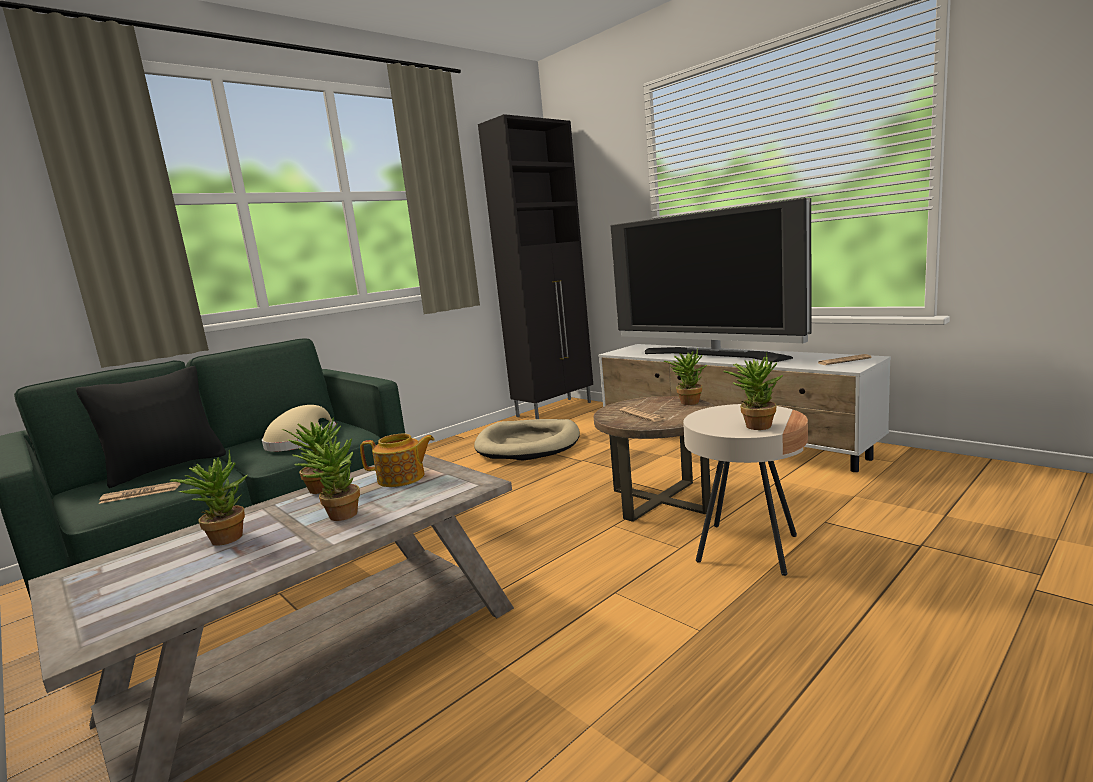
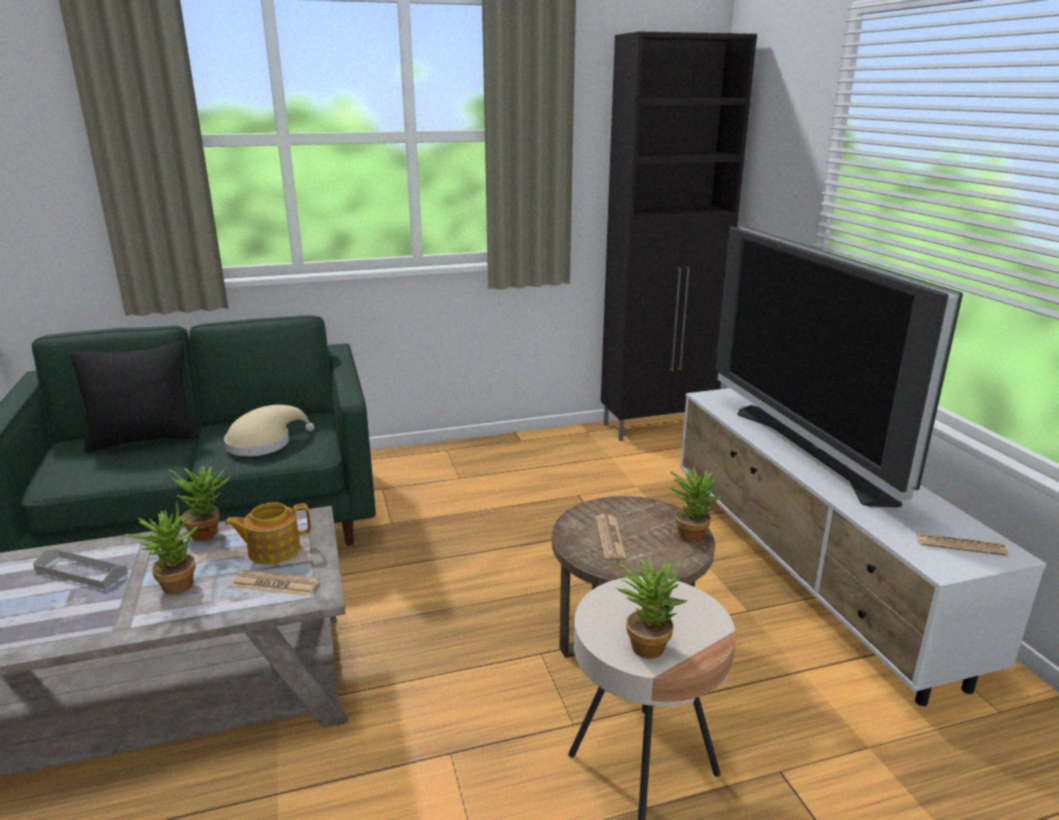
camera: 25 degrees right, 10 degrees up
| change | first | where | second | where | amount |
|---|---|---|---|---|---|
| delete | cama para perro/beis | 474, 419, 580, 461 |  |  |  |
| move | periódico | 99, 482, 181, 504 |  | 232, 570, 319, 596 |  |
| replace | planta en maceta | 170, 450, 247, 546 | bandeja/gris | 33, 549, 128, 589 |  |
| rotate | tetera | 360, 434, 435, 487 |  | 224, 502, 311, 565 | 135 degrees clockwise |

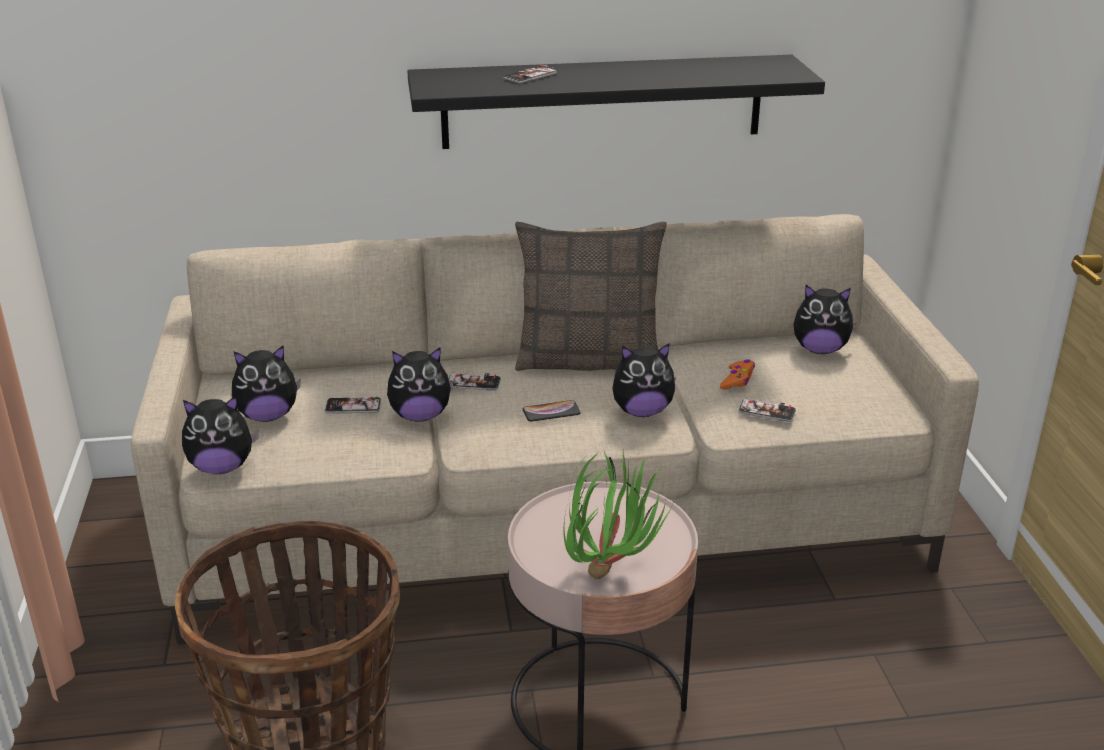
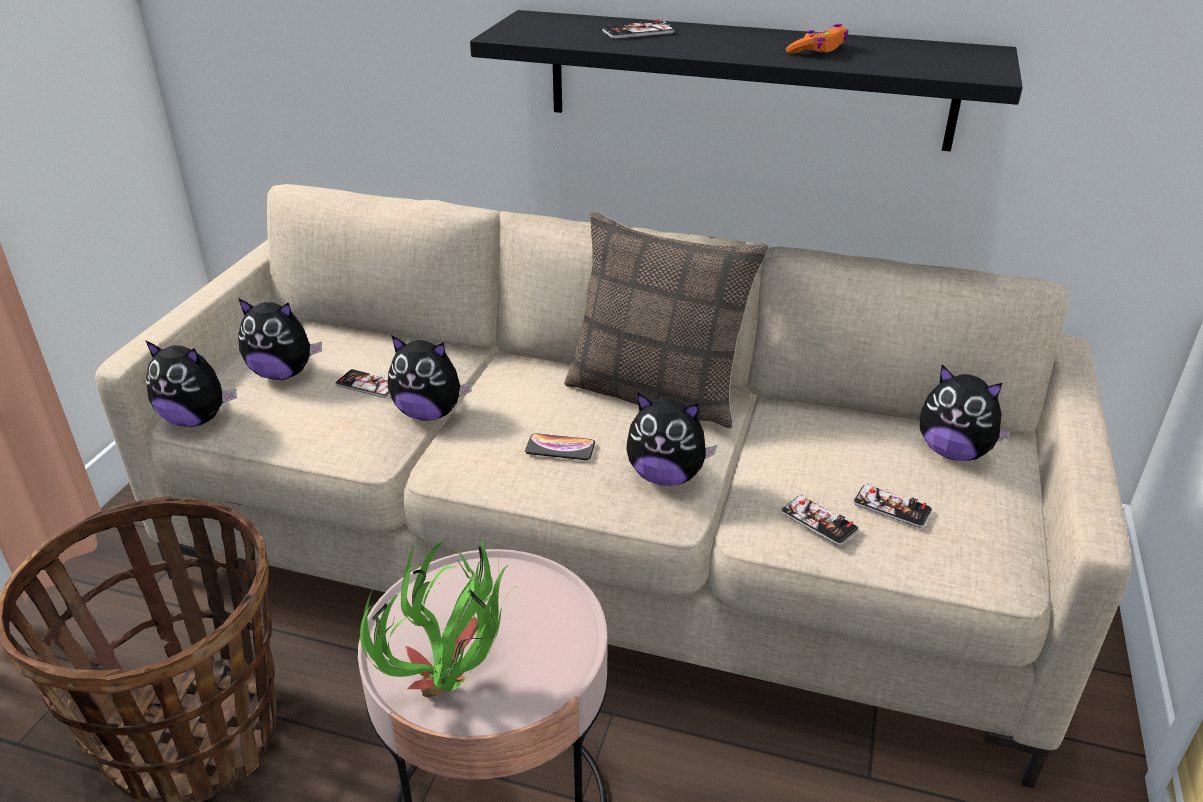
camera: 25 degrees right, 5 degrees up
| change | first | where | second | where | amount |
|---|---|---|---|---|---|
| move | móvil | 449, 372, 501, 391 |  | 853, 483, 932, 528 |  |
| move | mando de consola/naranja | 720, 359, 755, 390 |  | 786, 24, 849, 53 |  |

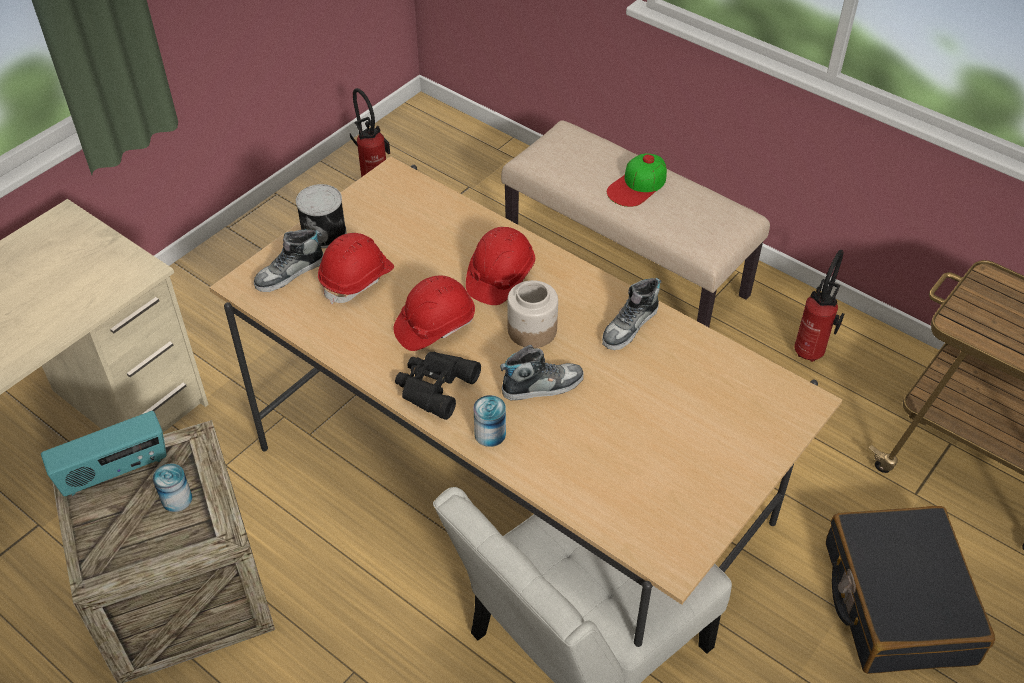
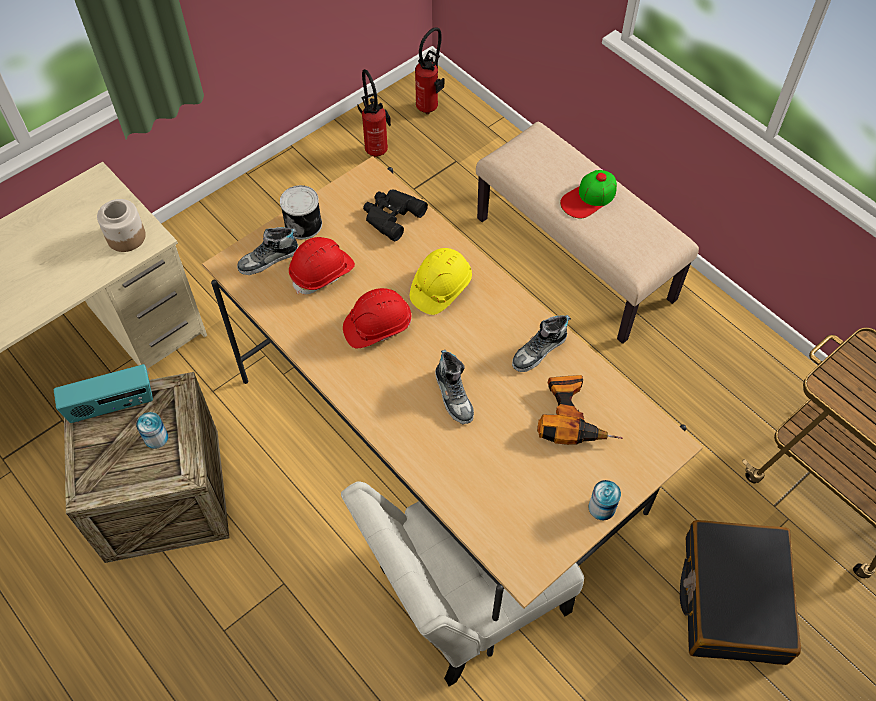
camera: 10 degrees right, 10 degrees up
| change | first | where | second | where | amount |
|---|---|---|---|---|---|
| insert |  |  | taladro | 537, 375, 623, 445 |  |
| move | prismáticos/negro | 395, 352, 481, 420 |  | 363, 190, 428, 241 |  |
| move | lata | 473, 395, 506, 447 |  | 589, 480, 621, 520 |  |
| move | tarro | 507, 280, 558, 348 |  | 97, 199, 146, 252 |  |
| move | extintor | 794, 250, 844, 362 |  | 415, 27, 444, 114 |  |
| recolor | casco/rojo | 466, 227, 535, 305 | casco/amarillo | 410, 248, 472, 315 |  |
| rotate | zapato | 500, 345, 584, 400 |  | 435, 350, 474, 424 | 75 degrees clockwise |

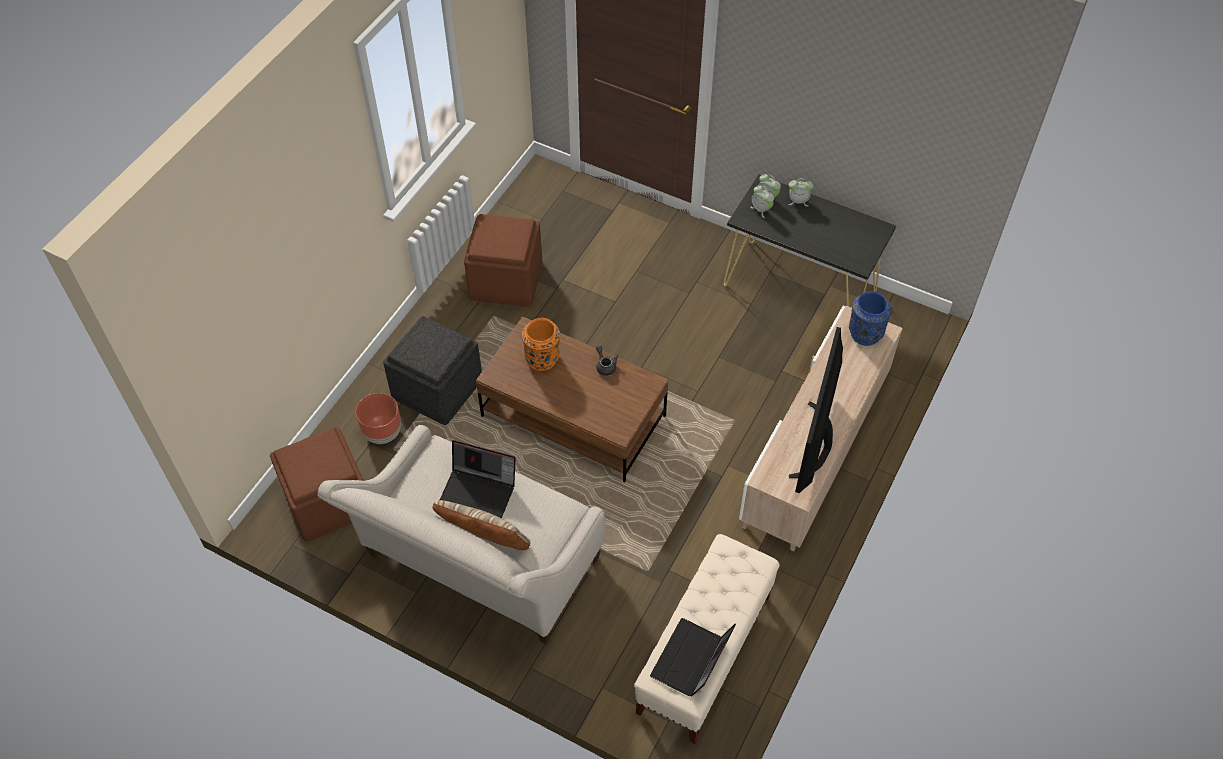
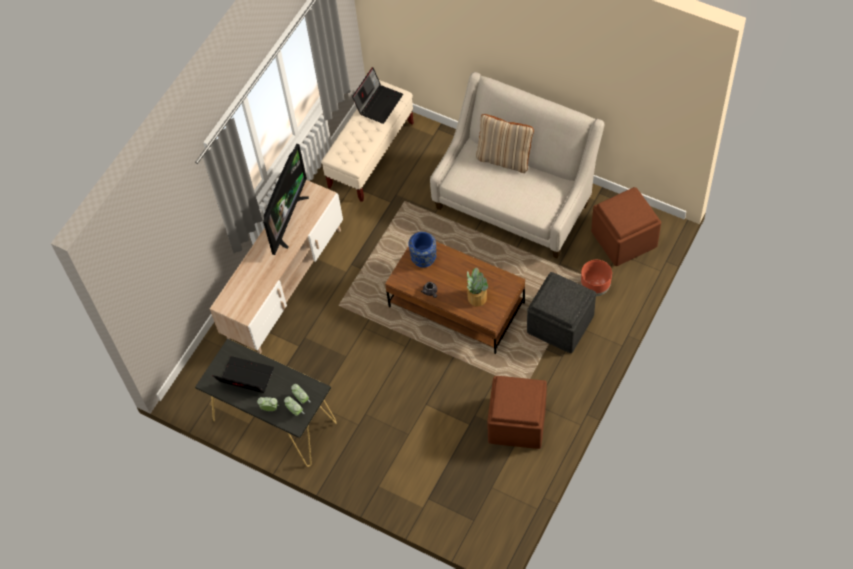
camera: 175 degrees left, 5 degrees up
| change | first | where | second | where | amount |
|---|---|---|---|---|---|
| move | portátil | 440, 440, 515, 519 |  | 212, 356, 274, 393 |  |
| move | florero/azul | 849, 291, 892, 346 |  | 408, 232, 437, 268 |  |
| replace | florero/naranja | 522, 318, 560, 371 | planta en maceta | 467, 267, 488, 307 |  |

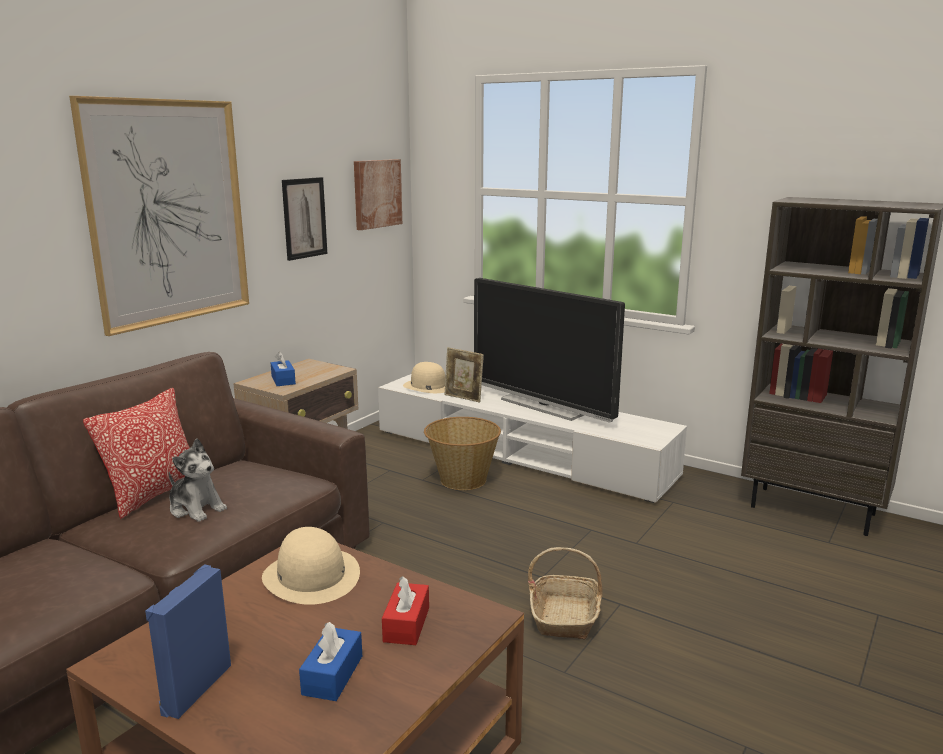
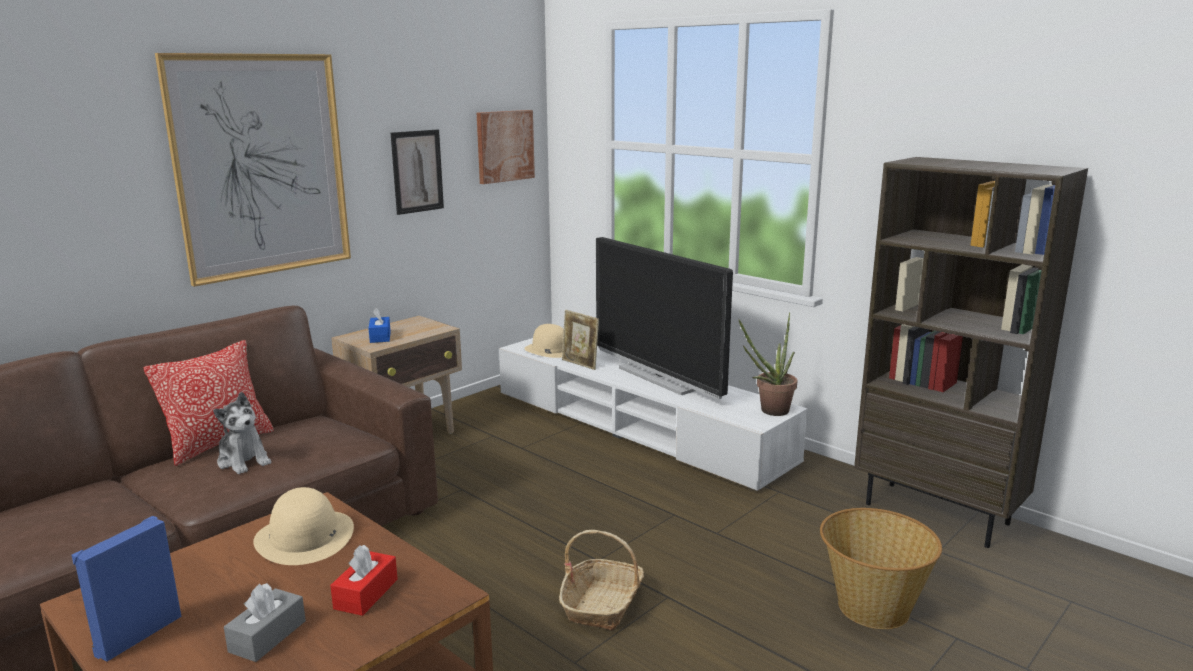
camera: 10 degrees right, 0 degrees up
| change | first | where | second | where | amount |
|---|---|---|---|---|---|
| insert |  |  | planta en maceta | 739, 312, 797, 416 |  |
| move | cesta | 424, 417, 501, 490 |  | 820, 508, 942, 629 |  |
| recolor | caja de pañuelos/azul | 299, 622, 362, 701 | caja de pañuelos/gris | 224, 583, 306, 662 |  |

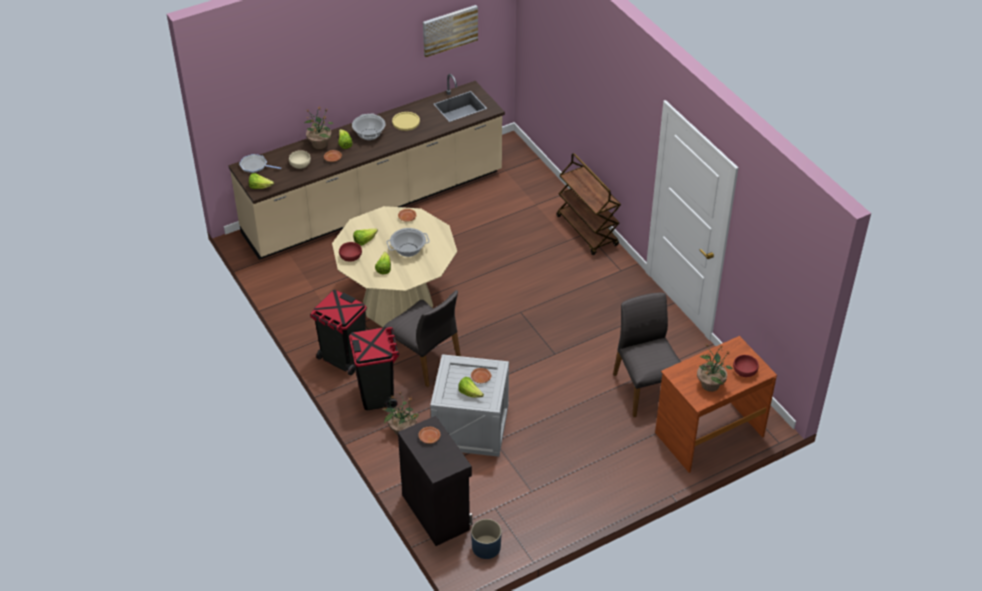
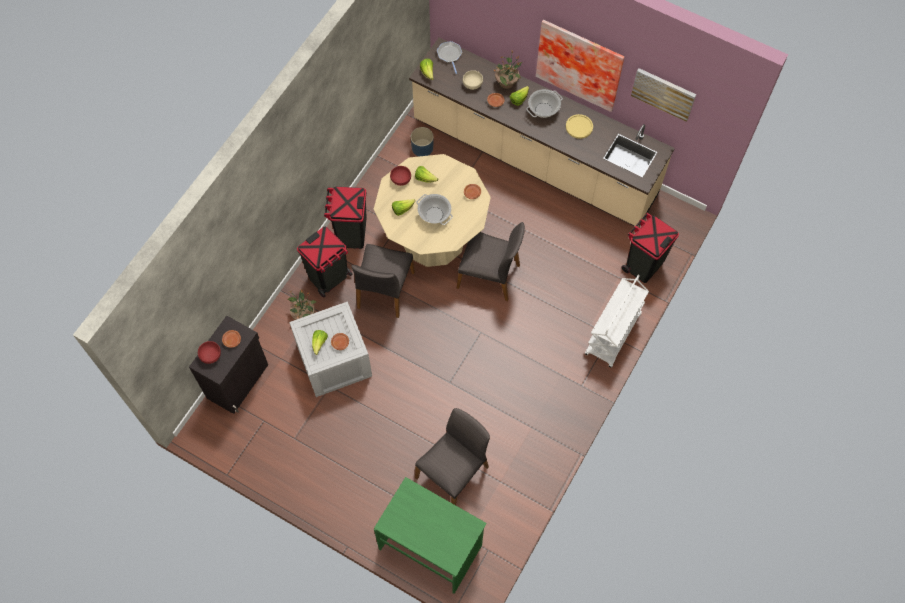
camera: 60 degrees right, 20 degrees up
| change | first | where | second | where | amount |
|---|---|---|---|---|---|
| delete | planta en maceta | 697, 344, 733, 392 |  |  |  |
| insert |  |  | silla/gris | 457, 222, 525, 301 |  |
| insert |  |  | cuadro | 536, 20, 624, 112 |  |
| insert |  |  | papelera/negro | 622, 212, 679, 283 |  |
| move | maceta/azul | 471, 519, 502, 559 |  | 411, 127, 434, 156 |  |
| move | cuenco/rojo | 733, 355, 759, 377 |  | 198, 341, 221, 364 |  |
| recolor | carrito/marrón | 556, 153, 621, 255 | carrito/blanco | 585, 275, 649, 368 |  |
| recolor | escritorio/marrón | 655, 336, 777, 473 | escritorio/verde | 374, 477, 487, 594 |  |

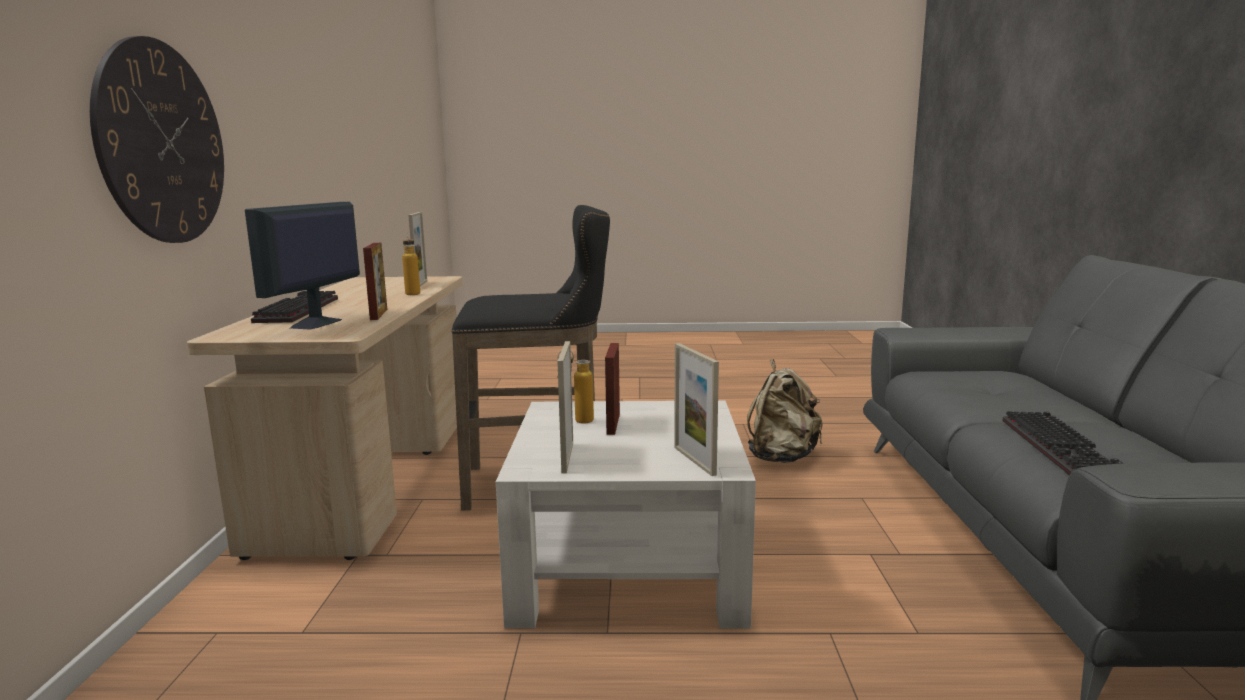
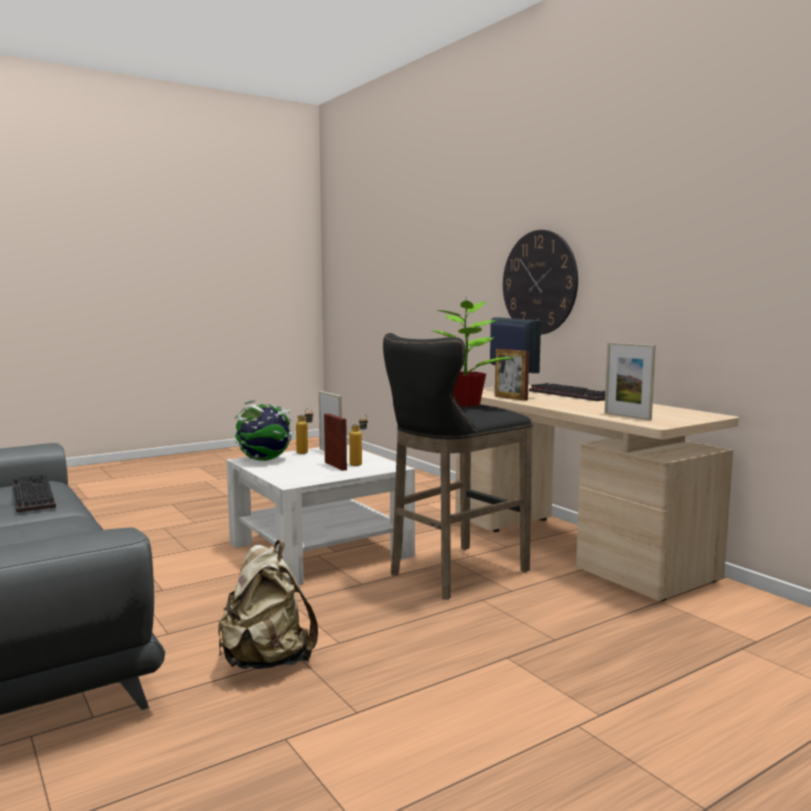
camera: 145 degrees right, 5 degrees down
| change | first | where | second | where | amount |
|---|---|---|---|---|---|
| insert |  |  | planta en maceta | 431, 295, 514, 407 |  |
| move | botella | 402, 236, 420, 295 |  | 296, 408, 313, 454 |  |
| replace | portarretratos | 674, 343, 719, 476 | globo terráqueo | 234, 400, 295, 461 |  |

